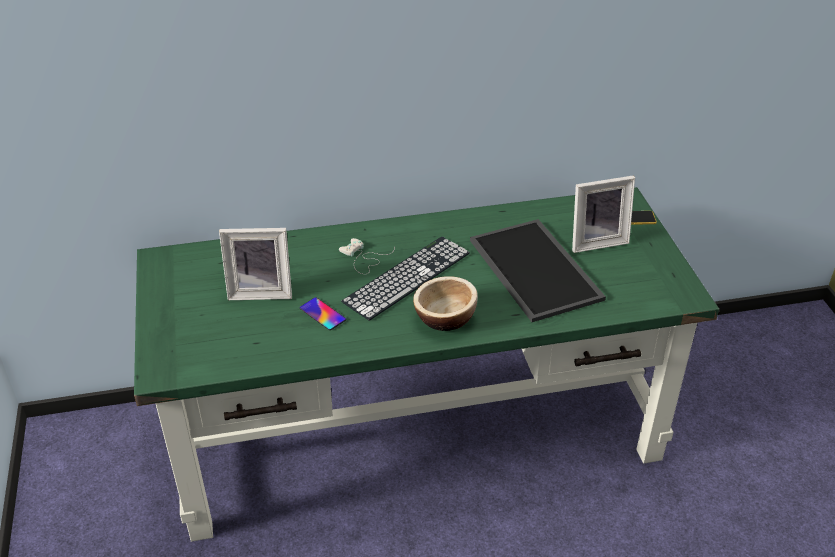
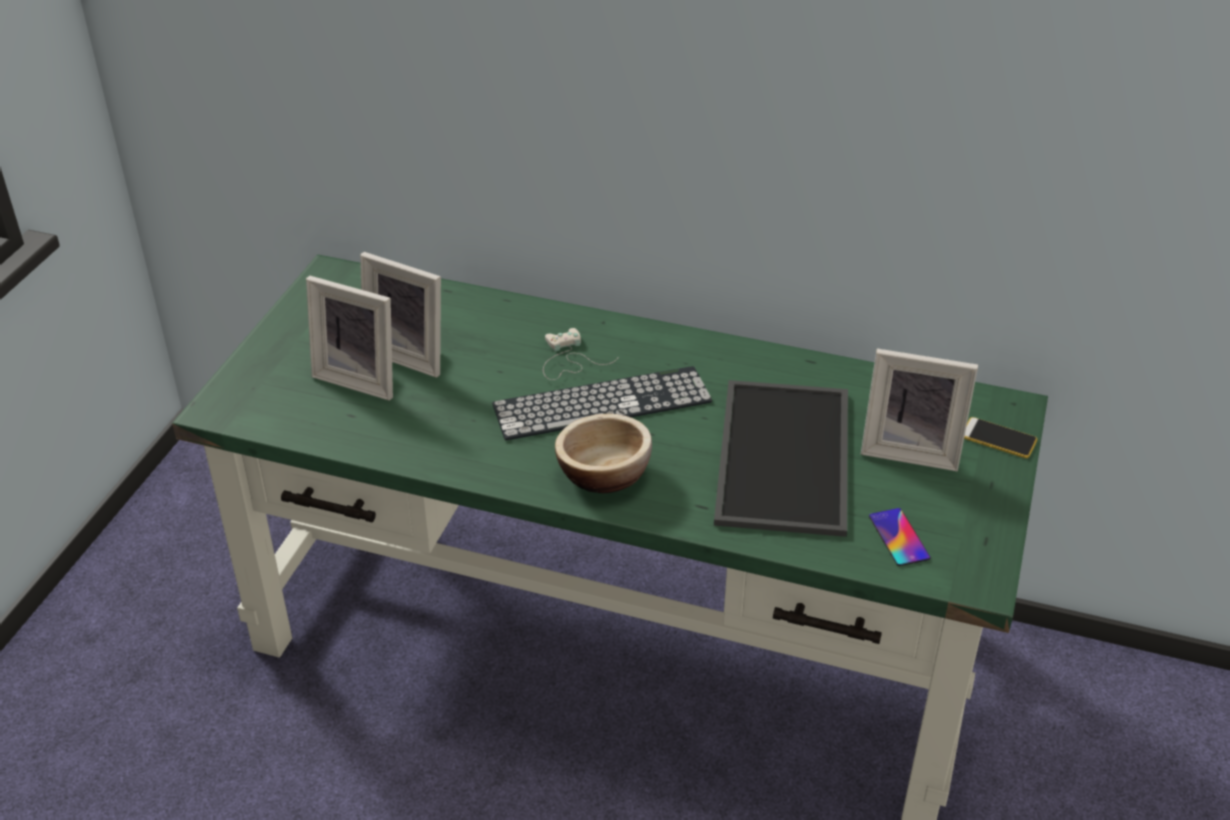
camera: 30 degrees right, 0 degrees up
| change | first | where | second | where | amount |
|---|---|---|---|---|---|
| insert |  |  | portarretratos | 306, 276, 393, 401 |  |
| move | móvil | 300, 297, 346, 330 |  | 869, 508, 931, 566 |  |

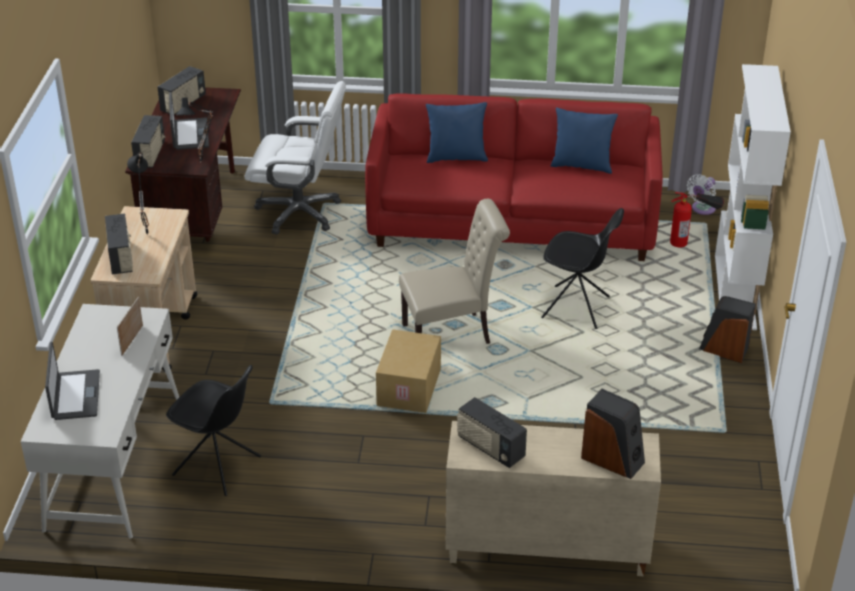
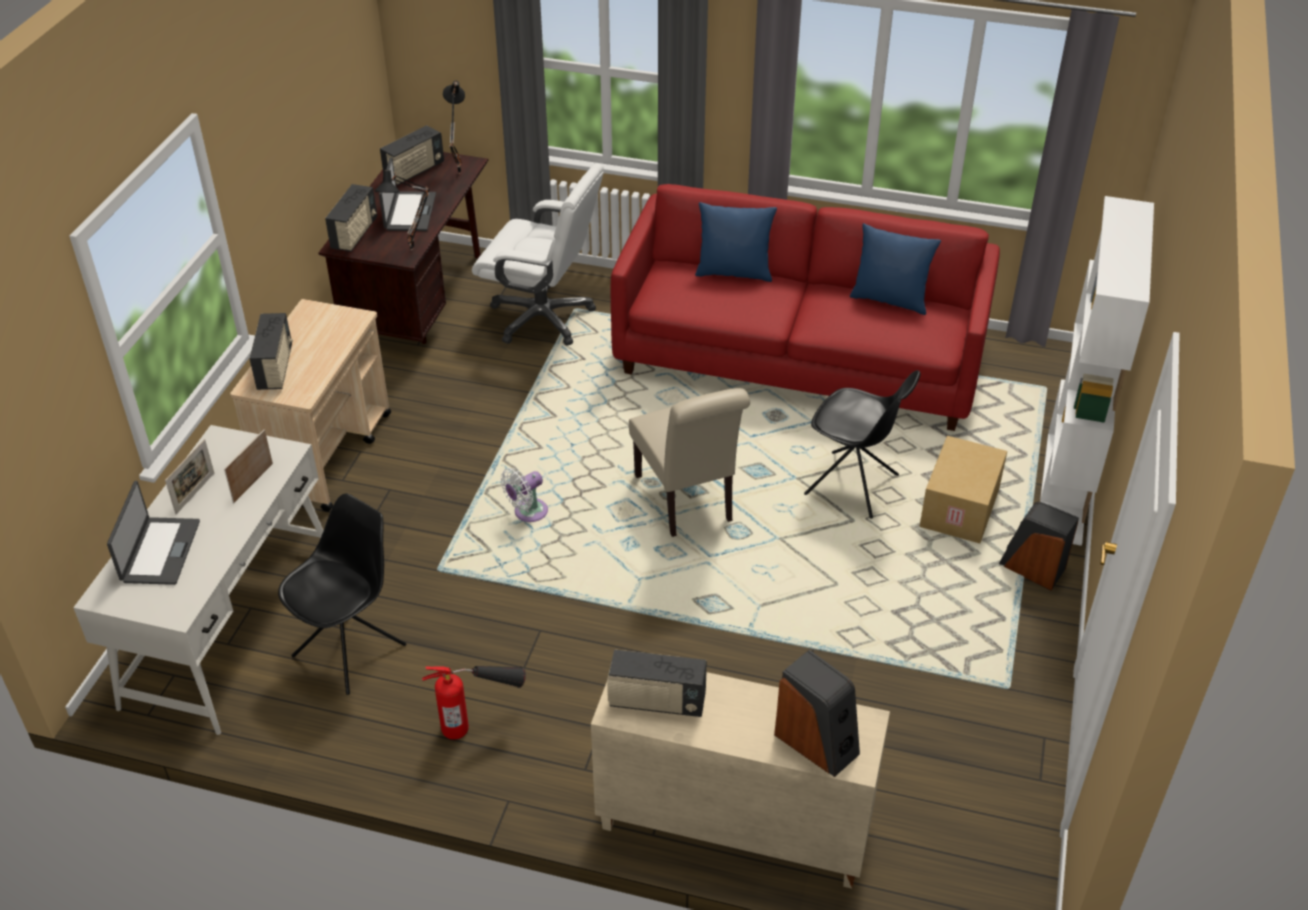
camera: 10 degrees right, 5 degrees up
| change | first | where | second | where | amount |
|---|---|---|---|---|---|
| insert |  |  | portarretratos | 165, 439, 214, 514 |  |
| move | lámpara de mesa/negro | 127, 152, 149, 236 |  | 443, 81, 465, 172 |  |
| move | caja de cartón | 376, 329, 441, 413 |  | 919, 436, 1007, 543 |  |
| move | extintor | 670, 192, 724, 247 |  | 422, 666, 526, 740 |  |
| move | ventilador/blanco | 687, 174, 716, 215 |  | 501, 468, 548, 522 |  |
| rotate | silla/negro | 166, 365, 261, 496 |  | 278, 493, 406, 695 | 90 degrees counterclockwise |
| rotate | silla/beis | 399, 199, 510, 344 |  | 629, 388, 750, 537 | 75 degrees clockwise |
| rotate | radio | 457, 397, 527, 468 |  | 607, 649, 707, 717 | 45 degrees counterclockwise |

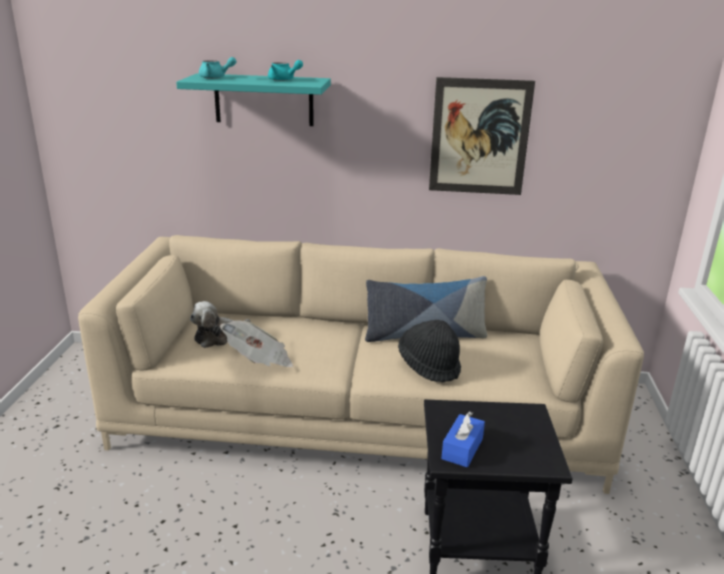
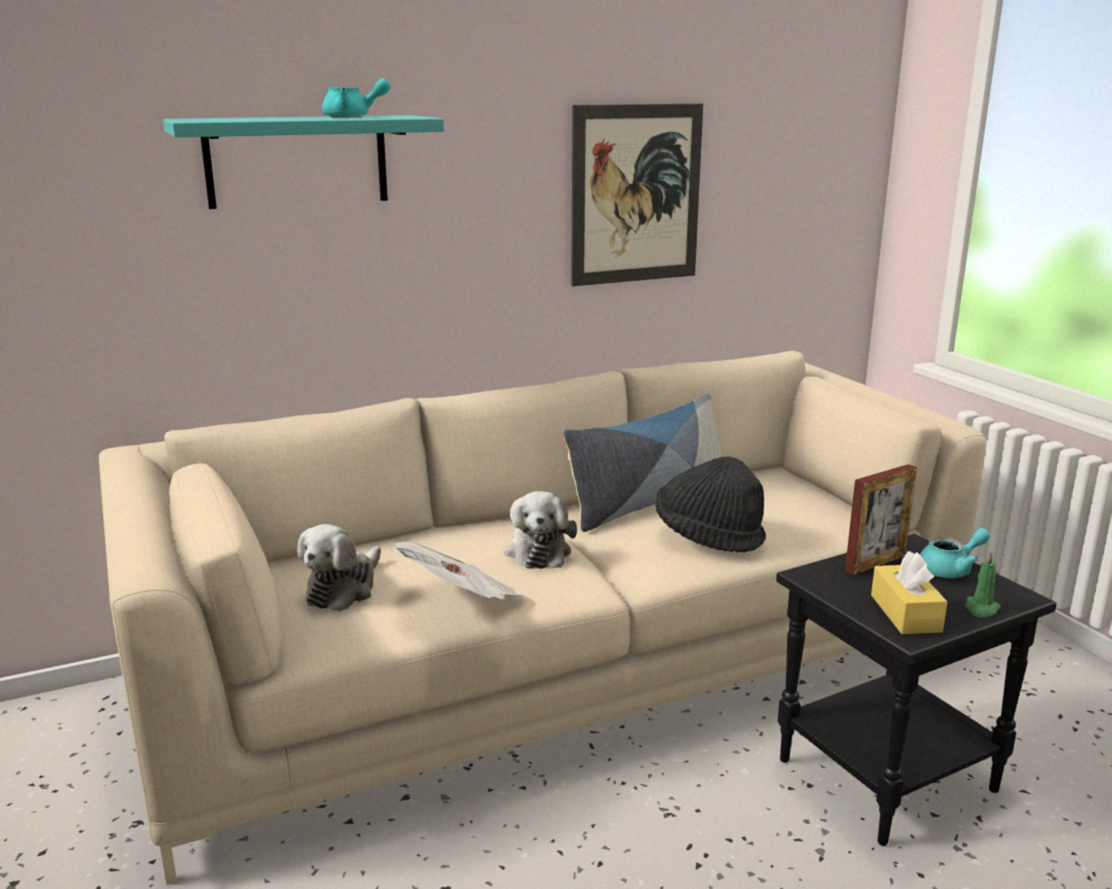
camera: 30 degrees left, 5 degrees down
| change | first | where | second | where | amount |
|---|---|---|---|---|---|
| insert |  |  | peluche | 504, 491, 577, 569 |  |
| insert |  |  | portarretratos | 845, 464, 917, 575 |  |
| insert |  |  | vela/verde | 965, 552, 1001, 618 |  |
| move | tetera/turquesa | 199, 57, 236, 79 |  | 920, 528, 990, 578 |  |
| recolor | caja de pañuelos/azul | 441, 411, 485, 467 | caja de pañuelos/amarillo | 871, 551, 947, 634 |  |

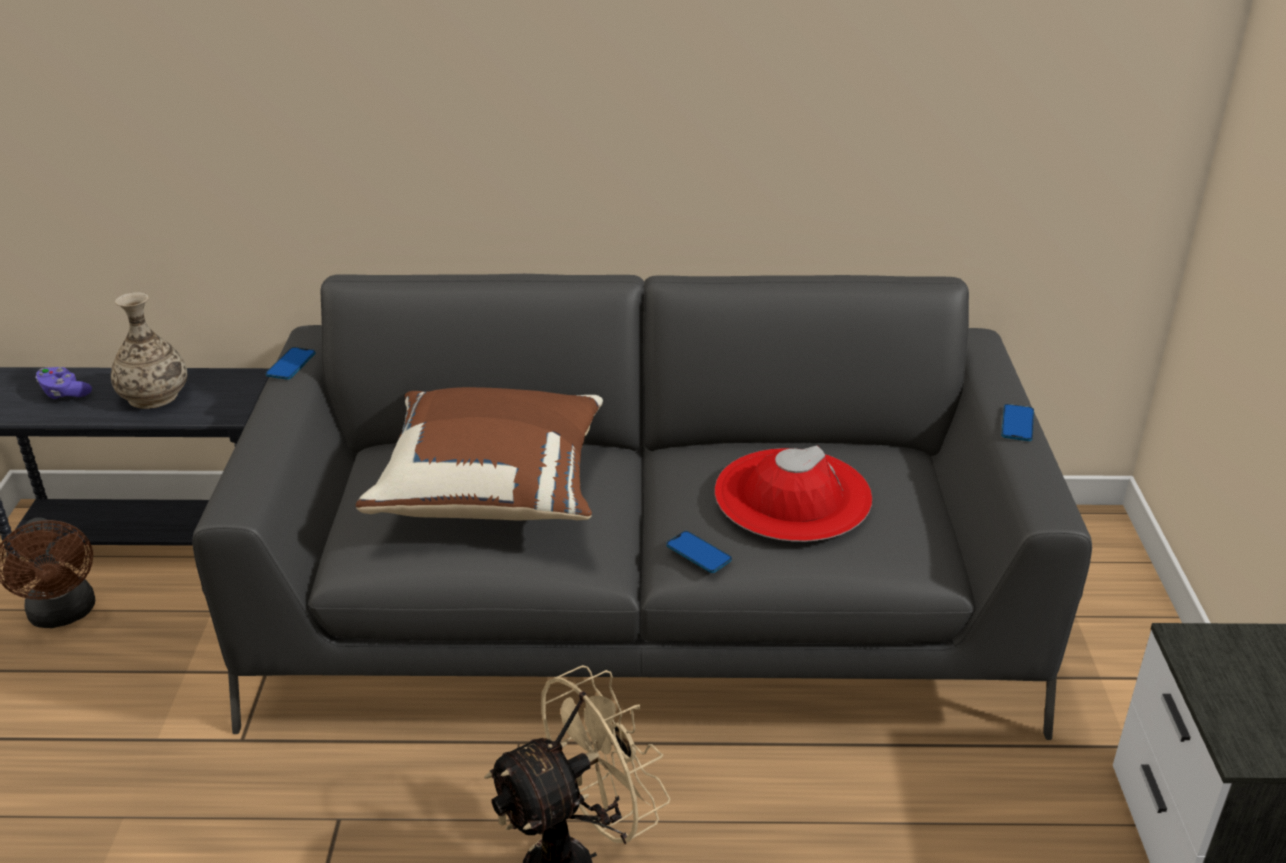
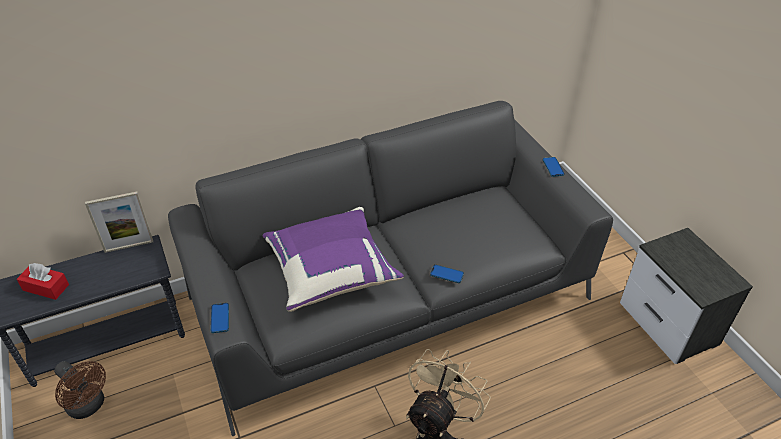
camera: 25 degrees left, 10 degrees up
| change | first | where | second | where | amount |
|---|---|---|---|---|---|
| delete | florero | 111, 292, 187, 409 |  |  |  |
| delete | sombrero/rojo | 715, 445, 872, 542 |  |  |  |
| insert |  |  | portarretratos | 85, 192, 153, 253 |  |
| move | móvil | 266, 347, 316, 380 |  | 211, 303, 229, 333 |  |
| replace | mando de consola/morado | 35, 367, 92, 399 | caja de pañuelos/rojo | 17, 263, 69, 300 |  |
| recolor | cojín/marrón | 356, 387, 603, 520 | cojín/morado | 262, 207, 404, 312 |  |

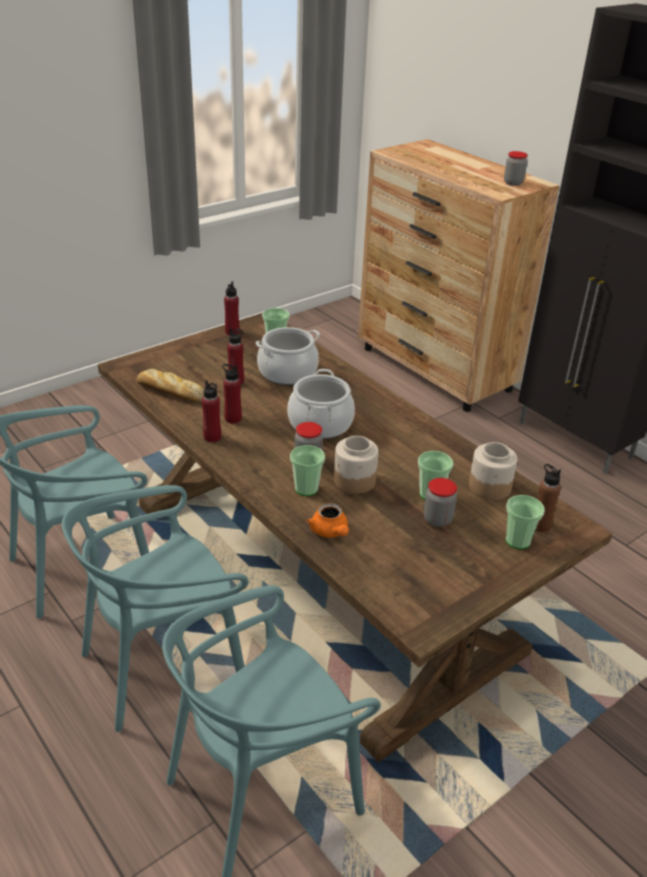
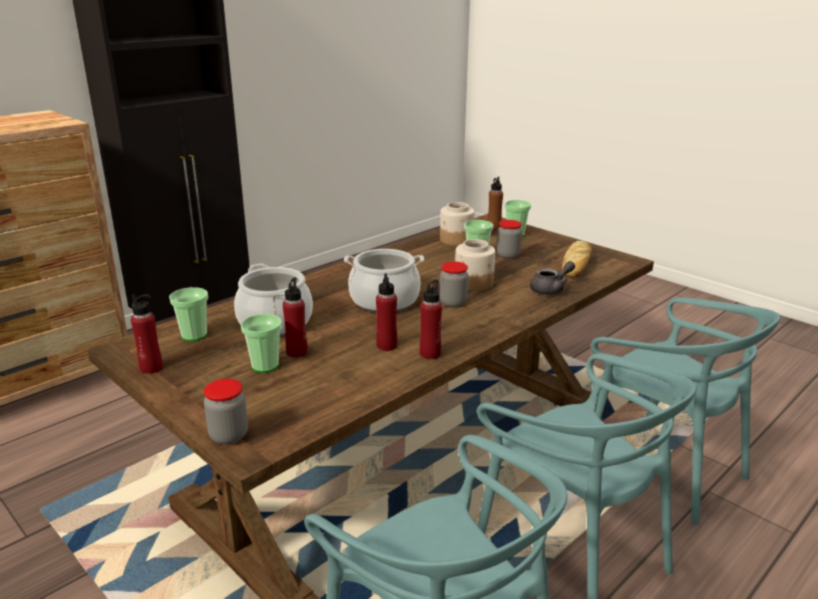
camera: 95 degrees left, 10 degrees down
| change | first | where | second | where | amount |
|---|---|---|---|---|---|
| move | pan | 136, 369, 204, 402 |  | 562, 241, 592, 278 |  |
| move | taza | 290, 445, 325, 496 |  | 241, 314, 282, 373 |  |
| move | tarro | 504, 151, 528, 186 |  | 204, 379, 248, 445 |  |
| recolor | tetera/naranja | 307, 503, 349, 538 | tetera/gris | 530, 261, 575, 295 |  |

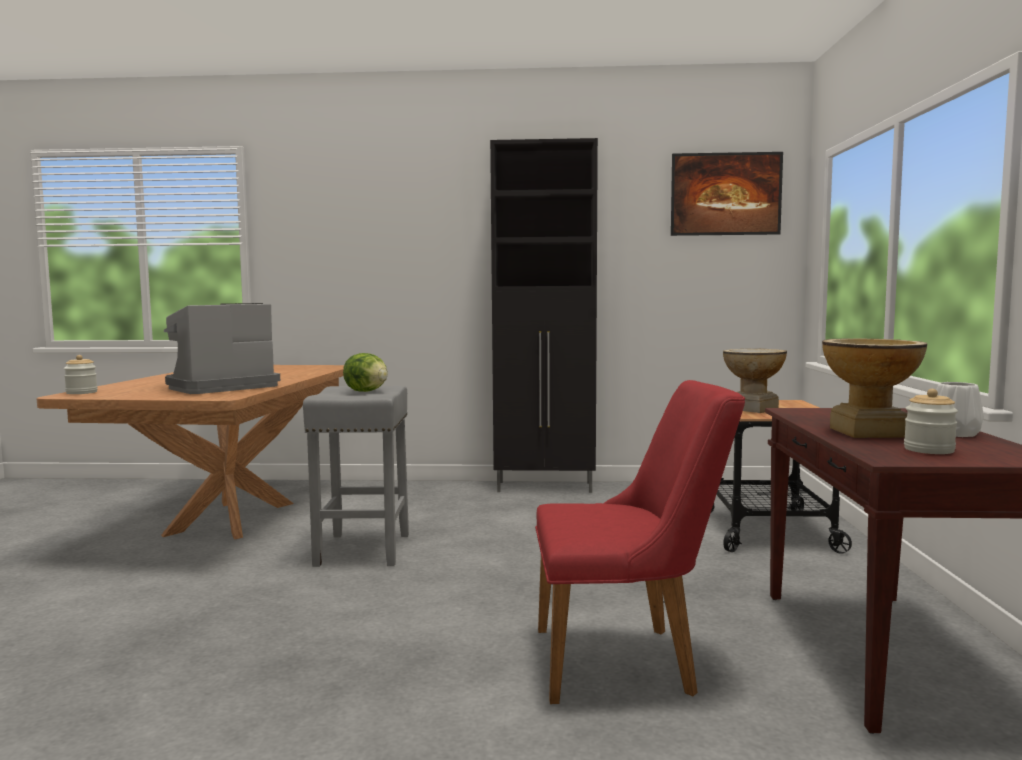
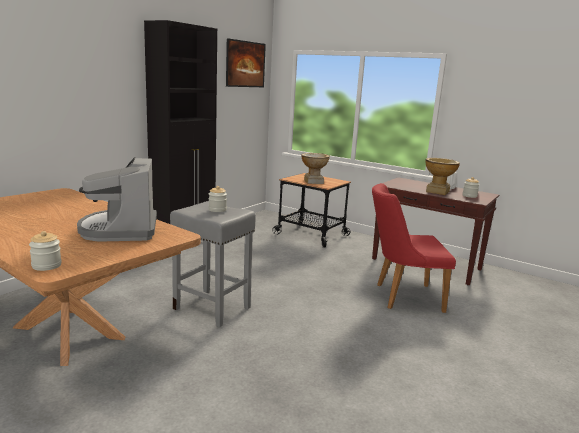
camera: 60 degrees left, 10 degrees up
| change | first | where | second | where | amount |
|---|---|---|---|---|---|
| replace | lechuga | 343, 353, 388, 392 | tarro | 208, 186, 227, 212 |  |
| rotate | silla/rojo | 535, 380, 745, 704 |  | 372, 183, 456, 313 | 120 degrees counterclockwise |

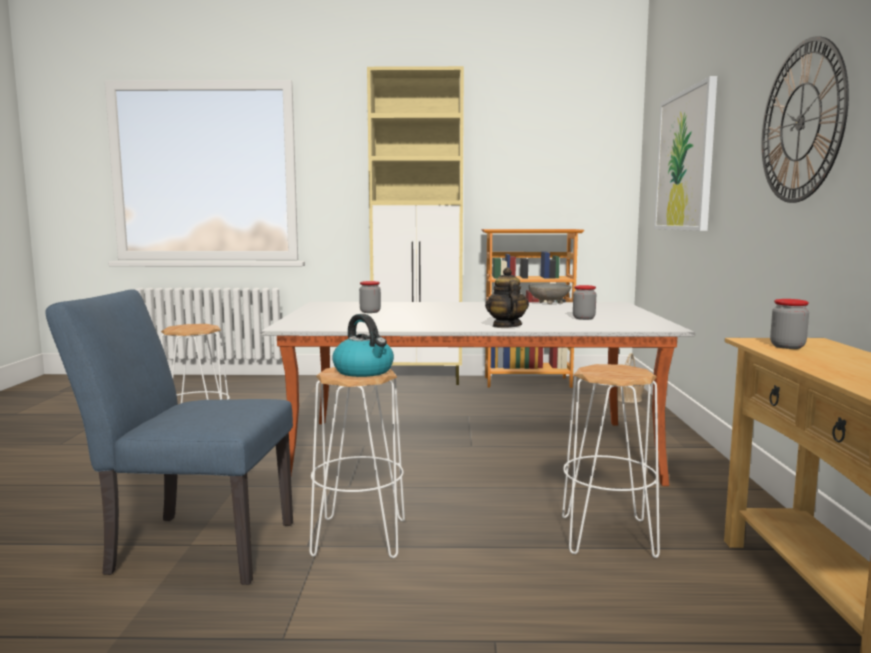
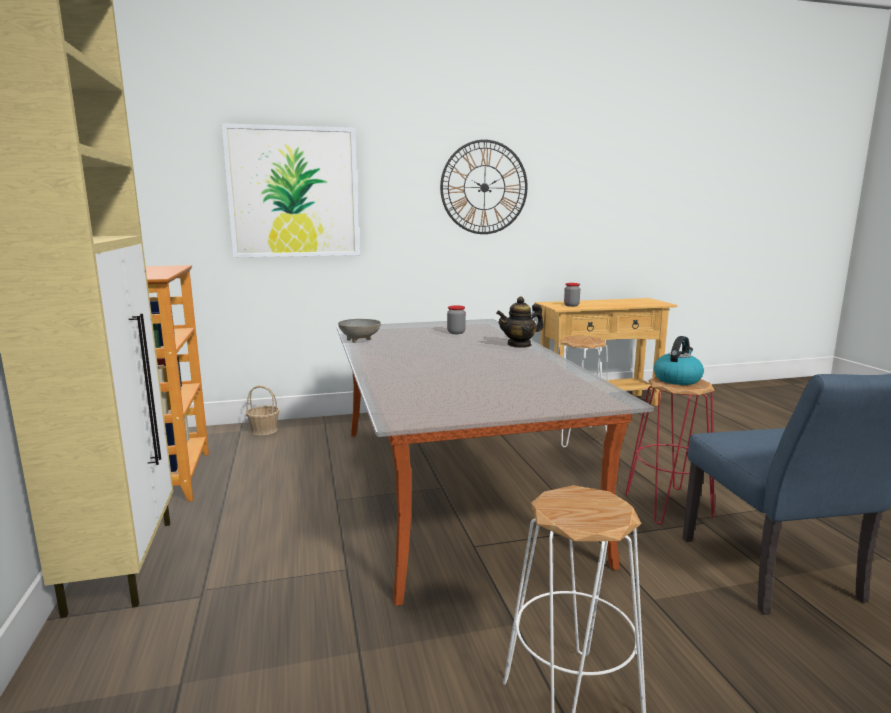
camera: 105 degrees left, 5 degrees up
| change | first | where | second | where | amount |
|---|---|---|---|---|---|
| delete | tarro | 359, 281, 381, 313 |  |  |  |
| recolor | taburete/blanco | 309, 367, 405, 558 | taburete/rojo | 625, 376, 715, 525 |  |

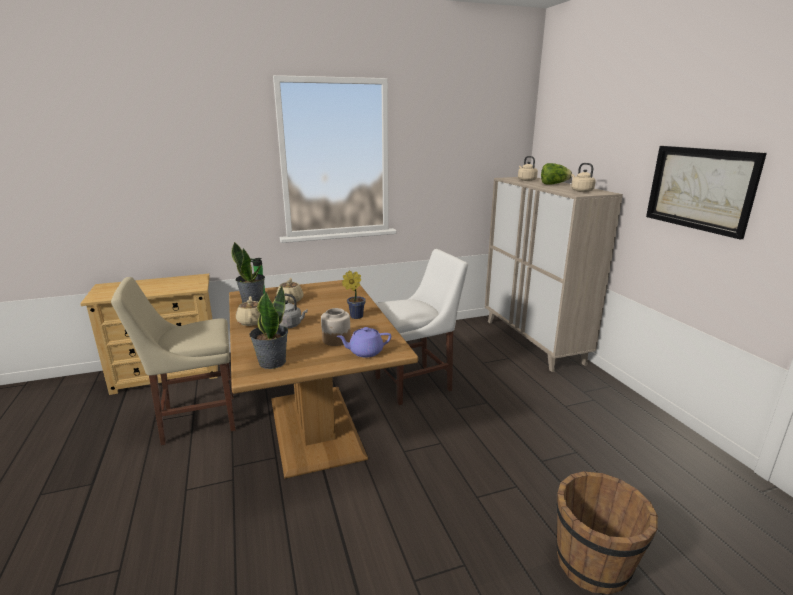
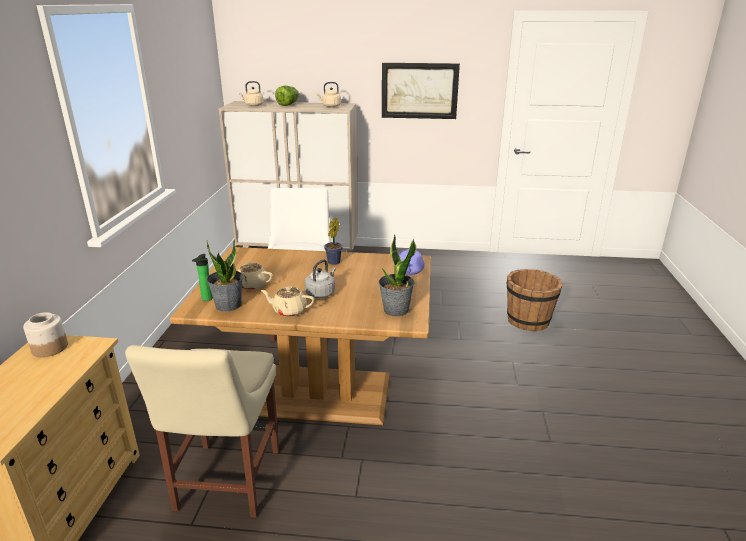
camera: 65 degrees left, 5 degrees up
| change | first | where | second | where | amount |
|---|---|---|---|---|---|
| move | tarro | 321, 308, 351, 346 |  | 23, 312, 68, 357 |  |

